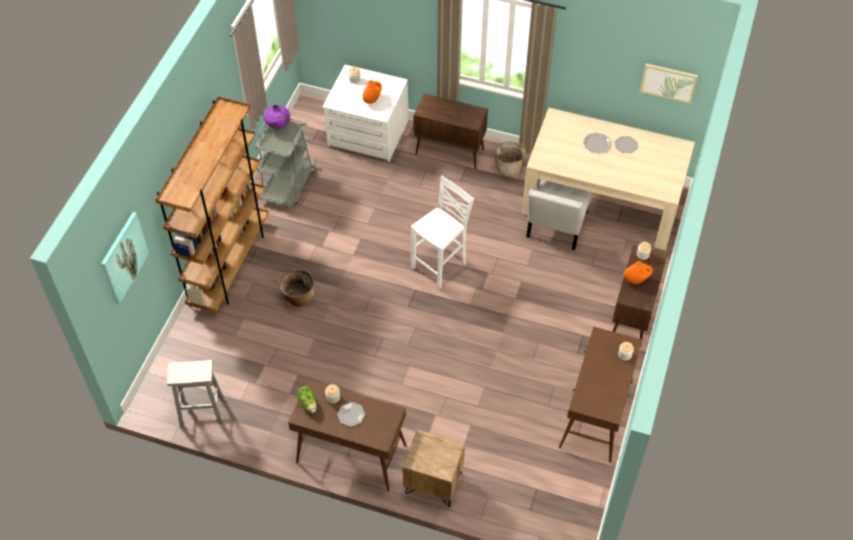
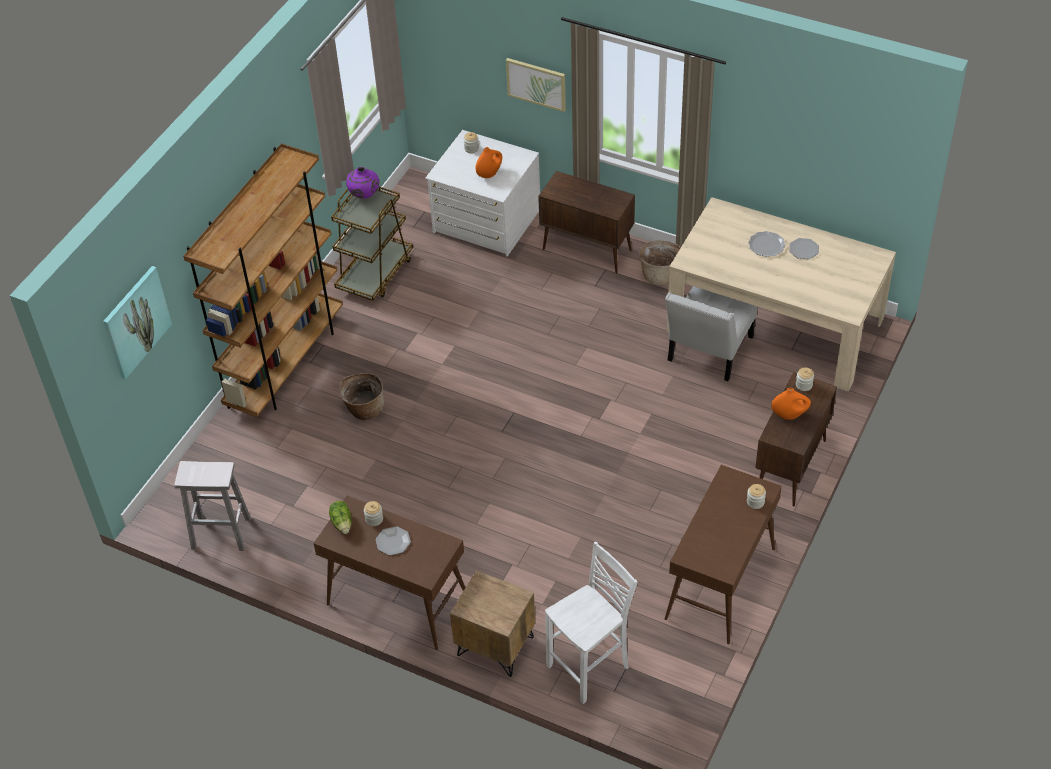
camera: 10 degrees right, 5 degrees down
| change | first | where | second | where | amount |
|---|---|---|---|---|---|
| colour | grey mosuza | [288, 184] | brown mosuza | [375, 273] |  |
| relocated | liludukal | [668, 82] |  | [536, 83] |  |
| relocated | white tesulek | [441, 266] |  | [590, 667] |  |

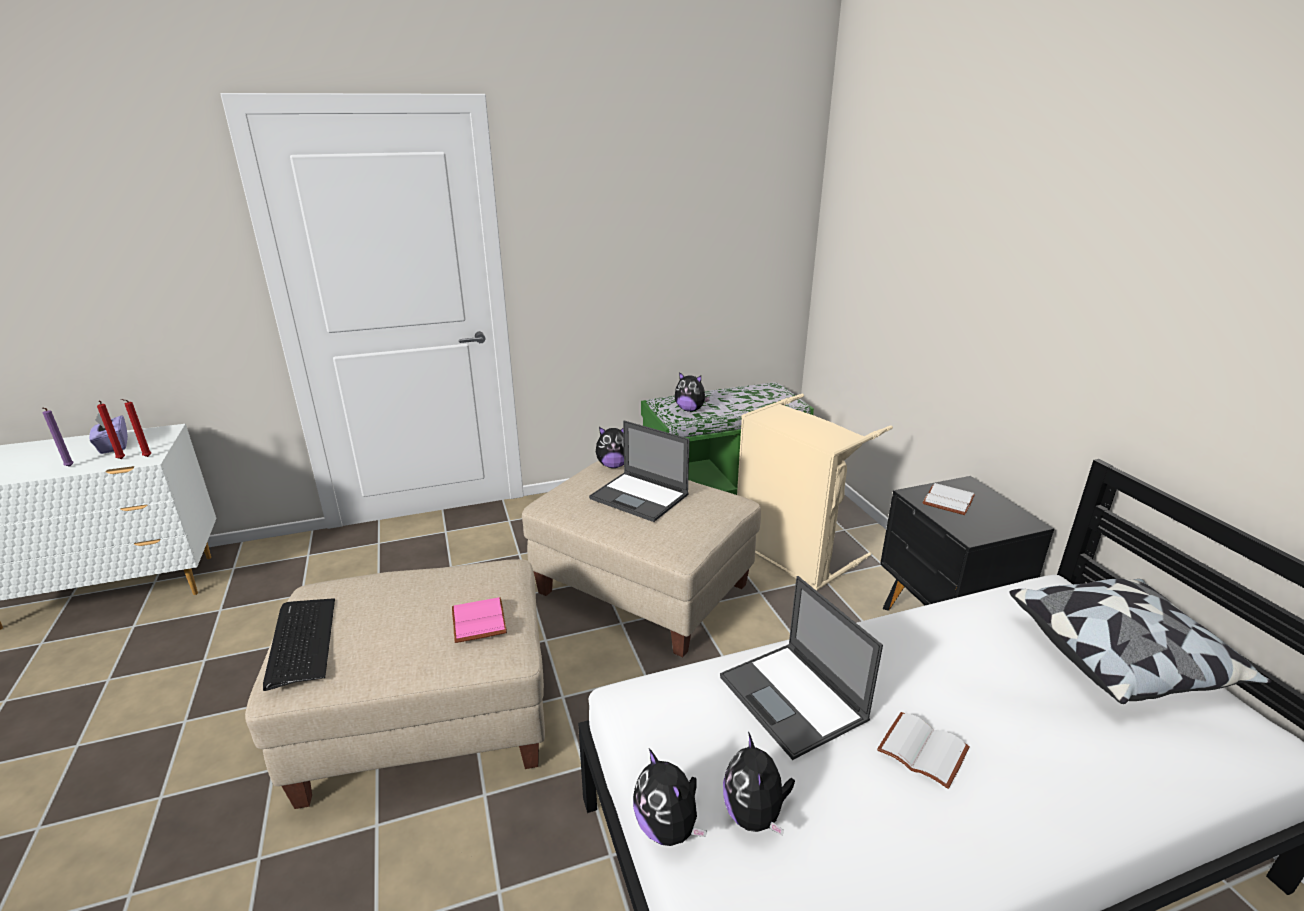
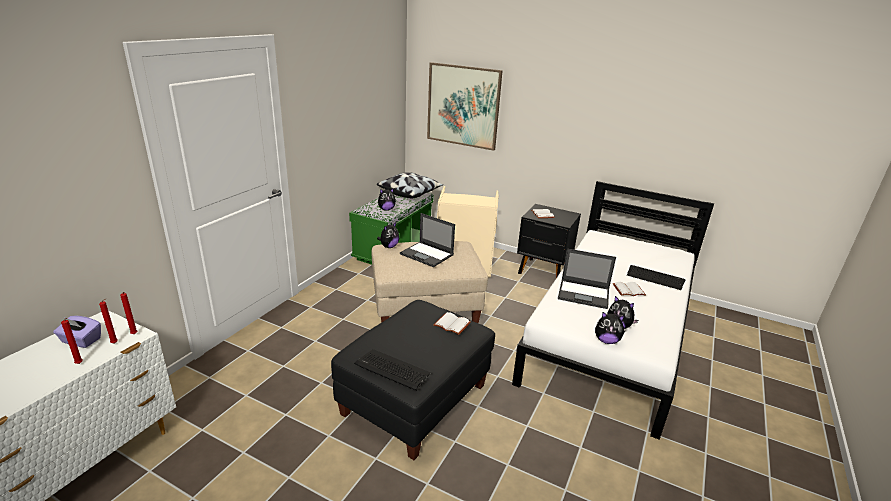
camera: 45 degrees left, 0 degrees up
| change | first | where | second | where | amount |
|---|---|---|---|---|---|
| colour | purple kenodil | [69, 467] | red kenodil | [80, 364] |  |
| colour | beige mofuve | [427, 722] | black mofuve | [415, 400] |  |
| relocated | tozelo | [1121, 656] |  | [410, 193] |  |
| spun | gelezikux | [640, 497] |  | [427, 254] | 45 degrees clockwise |
| appeared |  |  | liludukal | [463, 106] |  |
| colour | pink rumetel | [477, 621] | white rumetel | [451, 325] |  |
| appeared |  |  | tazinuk | [655, 278] |  |

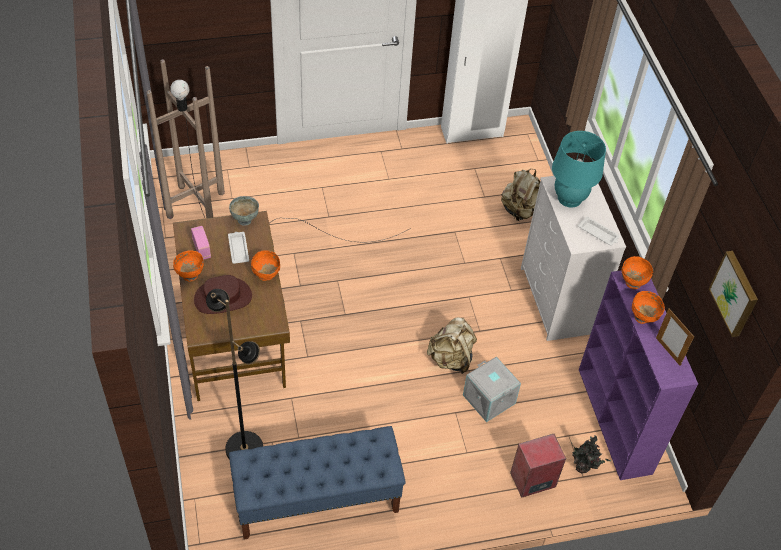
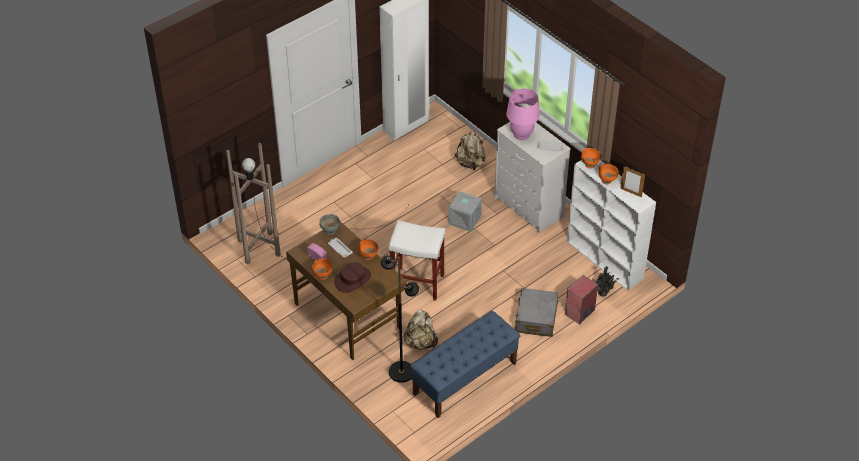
camera: 25 degrees left, 5 degrees down
| change | first | where | second | where | amount |
|---|---|---|---|---|---|
| appeared |  |  | white tesulek | [418, 283] |  |
| relocated | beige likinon | [451, 358] |  | [420, 342] |  |
| relocated | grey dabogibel | [488, 399] |  | [464, 220] |  |
| colour | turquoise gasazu | [569, 198] | pink gasazu | [521, 134] |  |
| appeared |  |  | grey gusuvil | [536, 318] |  |
| colour | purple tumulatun | [615, 421] | white tumulatun | [605, 260] |  |
| missing | liludukal | [735, 293] |  |  |  |

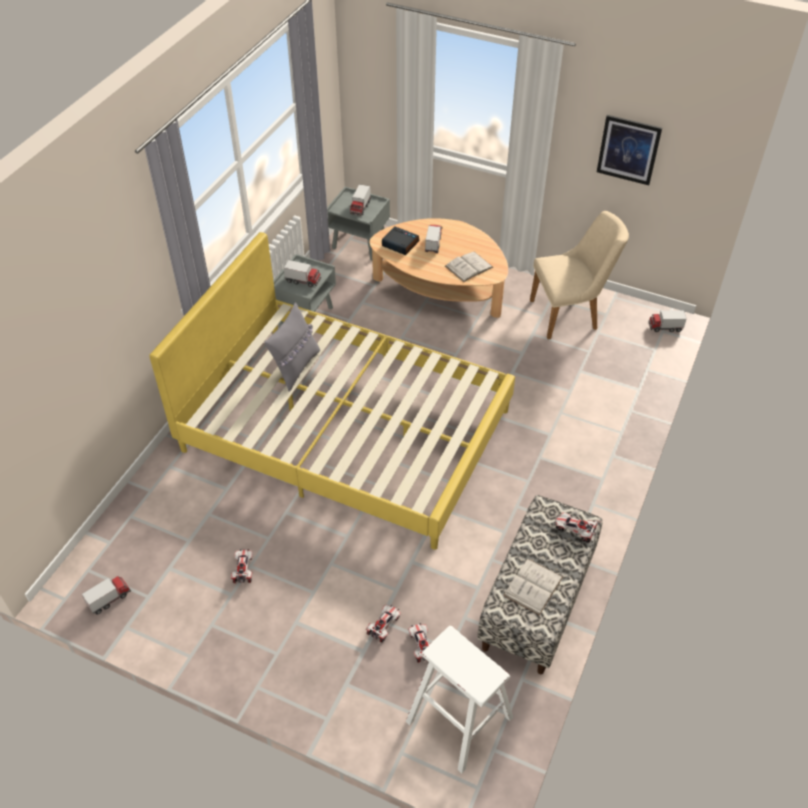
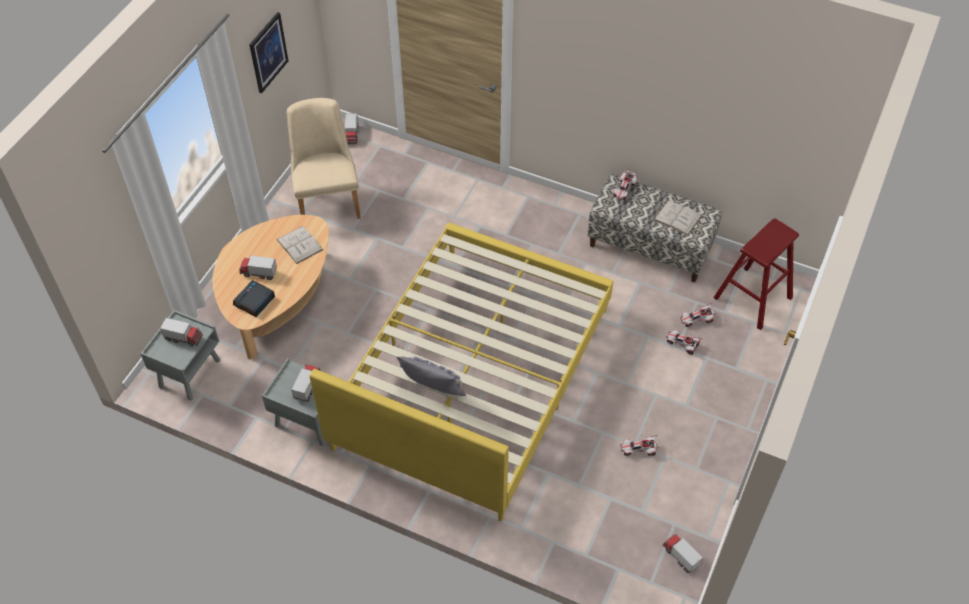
camera: 90 degrees left, 5 degrees up
| change | first | where | second | where | amount |
|---|---|---|---|---|---|
| colour | white tesulek | [459, 719] | red tesulek | [753, 297] |  |

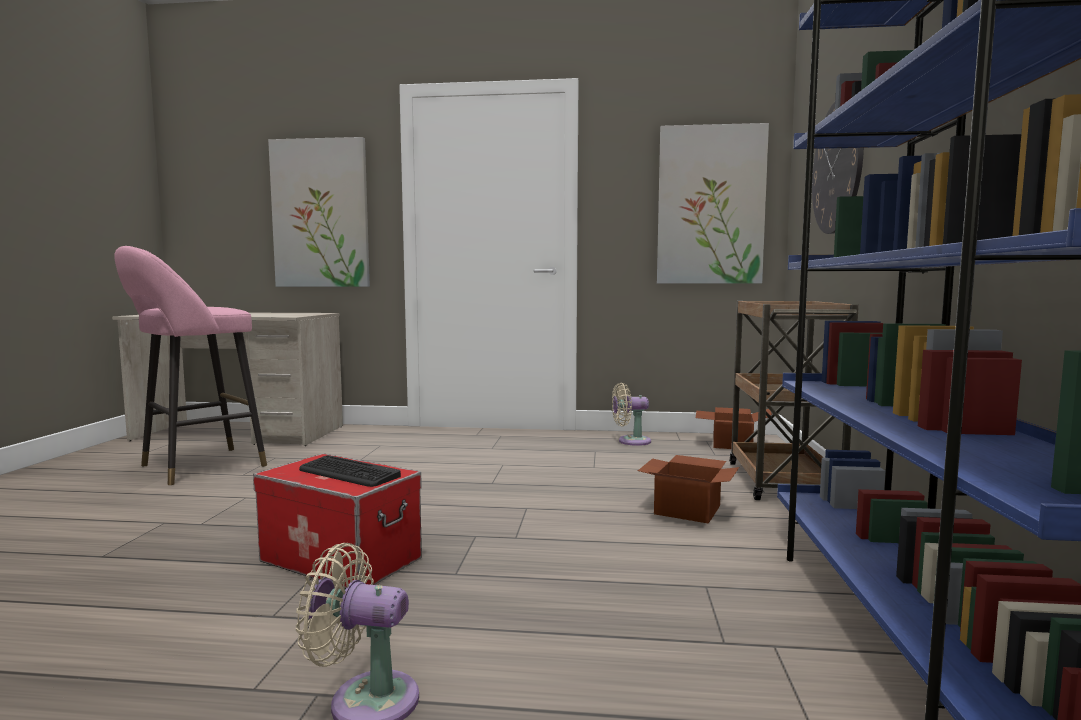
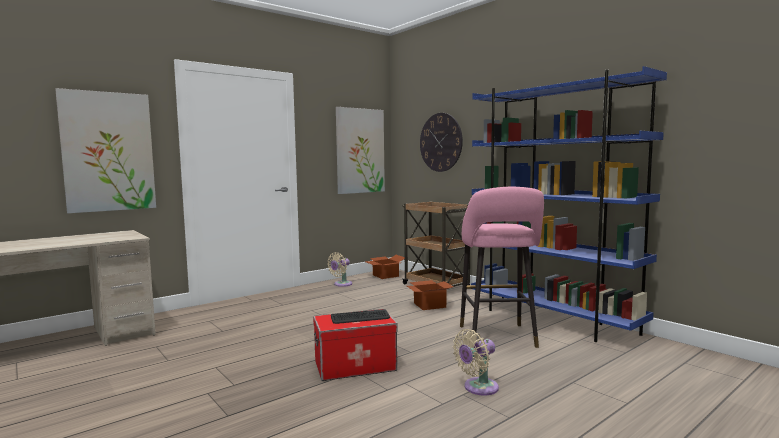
camera: 45 degrees left, 0 degrees up
| change | first | where | second | where | amount |
|---|---|---|---|---|---|
| relocated | pink tesulek | [196, 467] |  | [498, 338] |  |

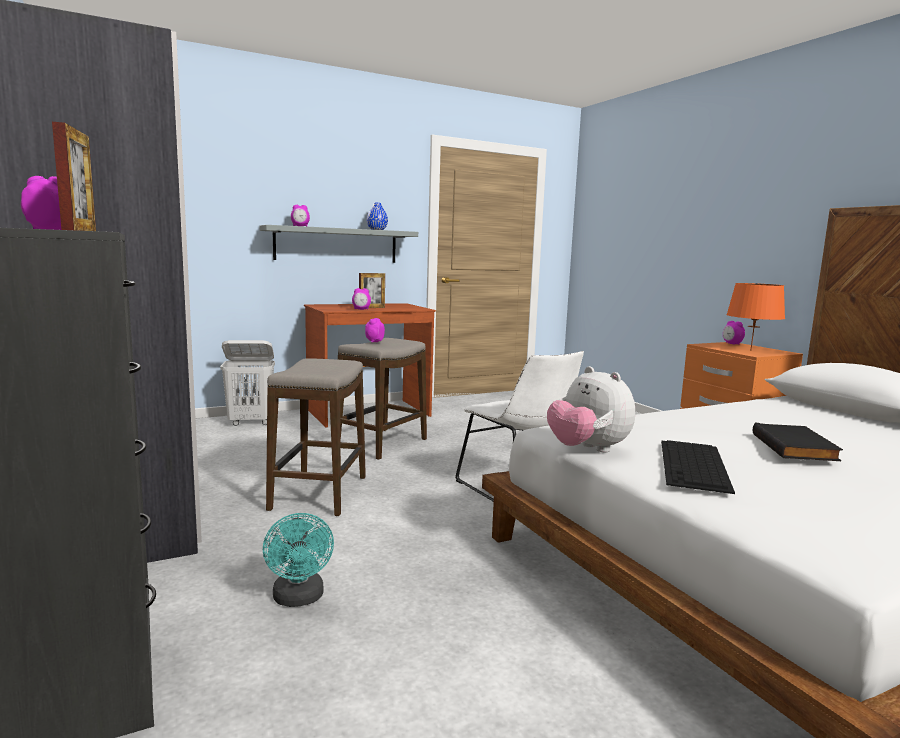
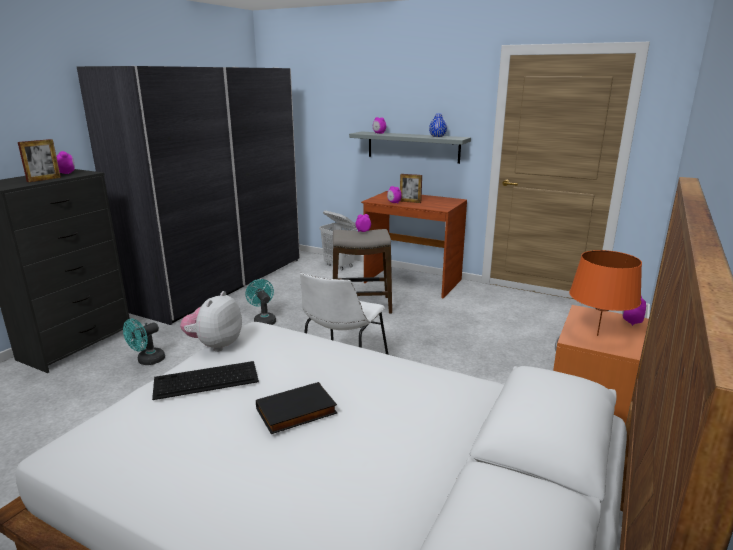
camera: 55 degrees right, 10 degrees up
| change | first | where | second | where | amount |
|---|---|---|---|---|---|
| exchanged | tesulek | [320, 493] | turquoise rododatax | [263, 320] |  |

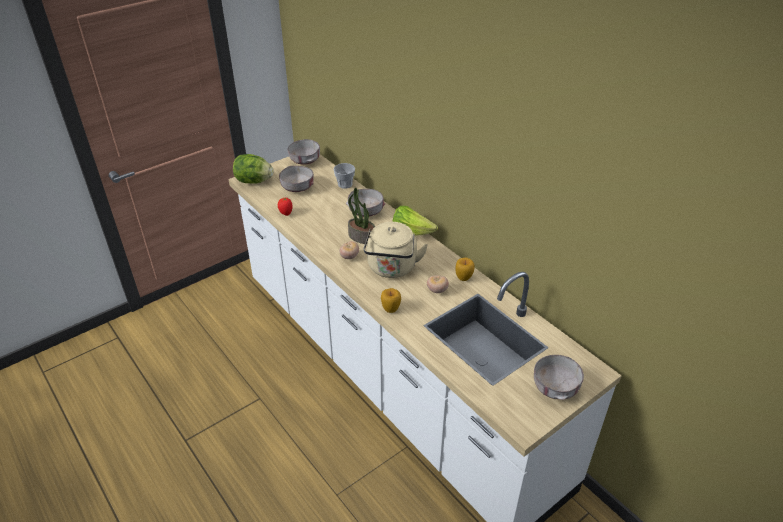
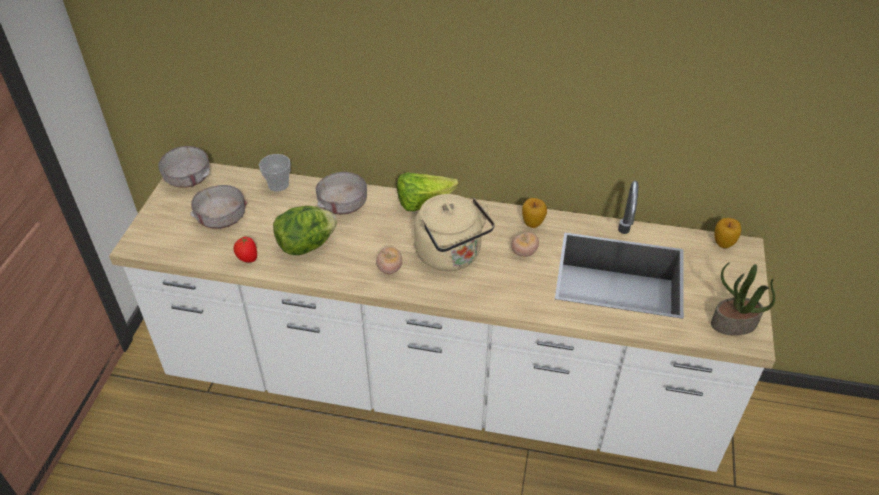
camera: 40 degrees left, 5 degrees up
| change | first | where | second | where | amount |
|---|---|---|---|---|---|
| relocated | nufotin | [253, 181] |  | [306, 245] |  |
| relocated | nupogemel | [361, 237] |  | [733, 324] |  |
| relocated | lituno | [391, 309] |  | [723, 243] |  |
| missing | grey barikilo | [555, 386] |  |  |  |

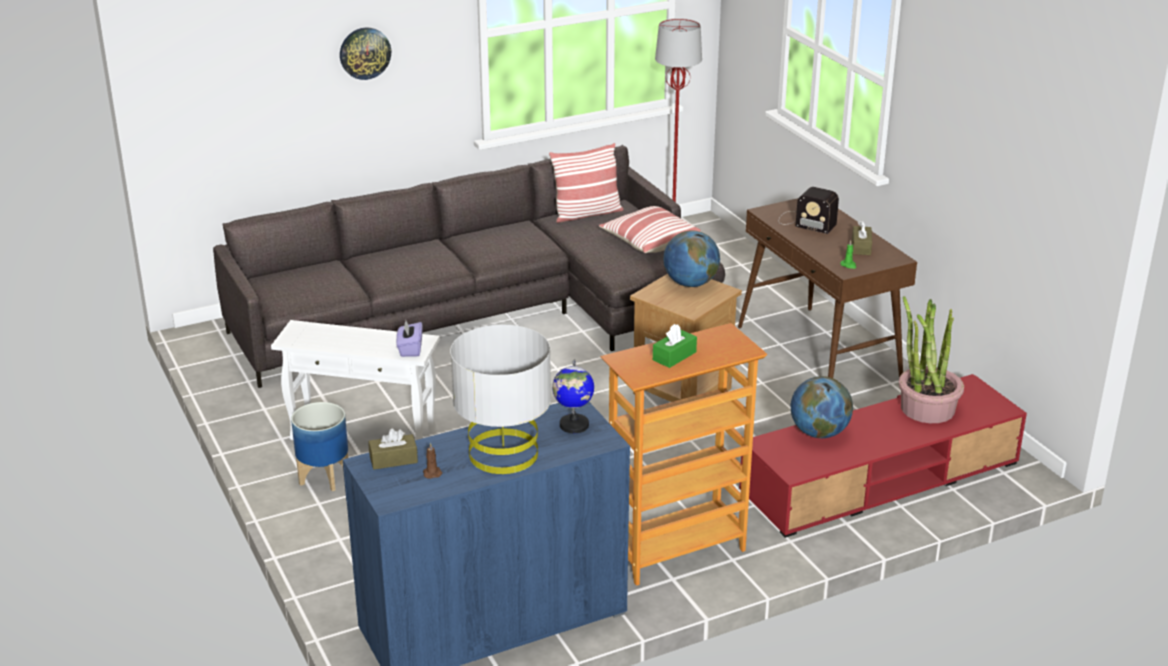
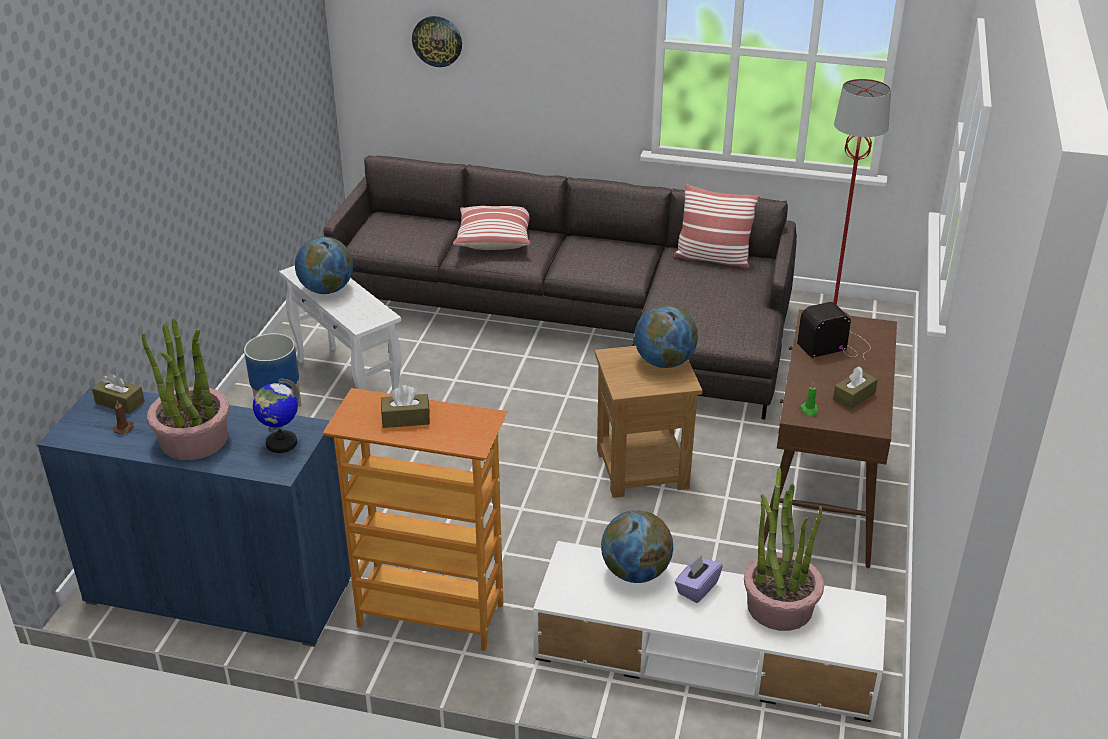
camera: 40 degrees right, 5 degrees up
| change | first | where | second | where | amount |
|---|---|---|---|---|---|
| exchanged | grey gasazu | [504, 454] | nupogemel | [194, 440] |  |
| appeared |  |  | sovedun | [326, 290] |  |
| colour | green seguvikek | [674, 356] | brown seguvikek | [406, 419] |  |
| relocated | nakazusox | [365, 53] |  | [437, 41] |  |
| relocated | tozelo | [648, 241] |  | [493, 238] |  |
| colour | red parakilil | [880, 478] | white parakilil | [705, 654] |  |
| relocated | purple seguvikek | [410, 349] |  | [697, 588] |  |
| spun | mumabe | [804, 222] |  | [836, 345] | 90 degrees clockwise |

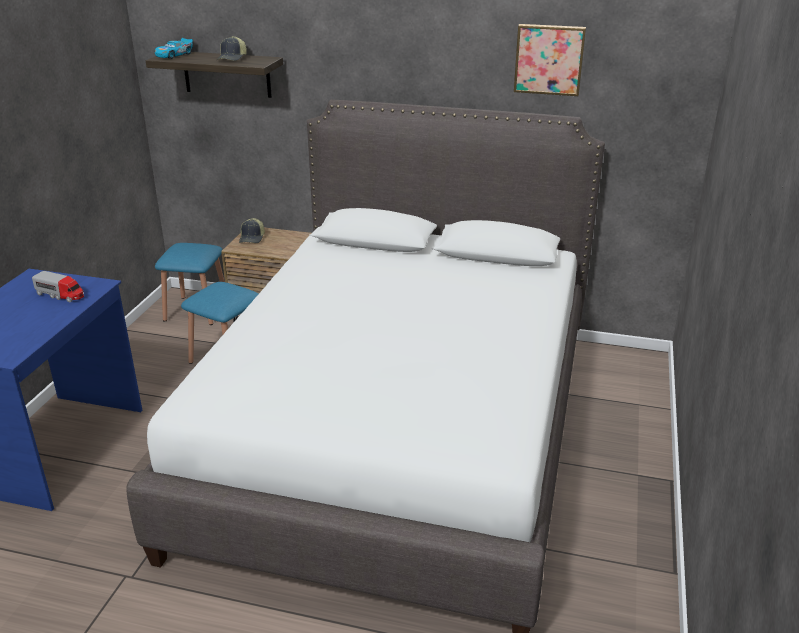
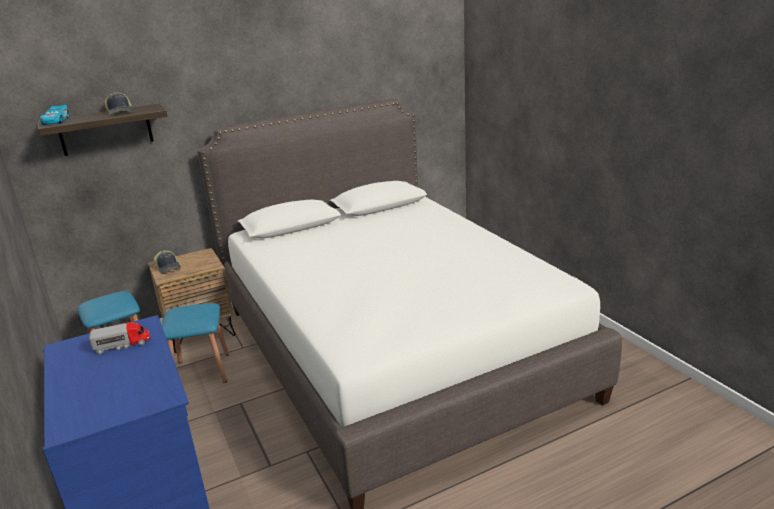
camera: 40 degrees left, 5 degrees down
| change | first | where | second | where | amount |
|---|---|---|---|---|---|
| missing | liludukal | [549, 59] |  |  |  |

